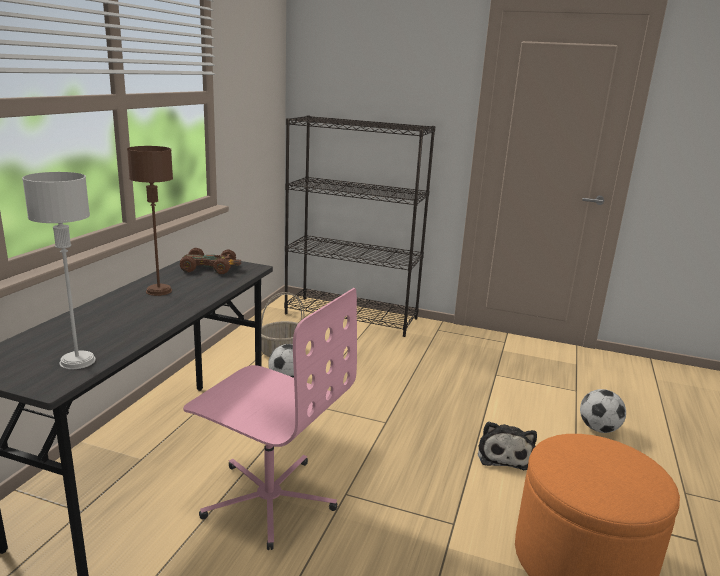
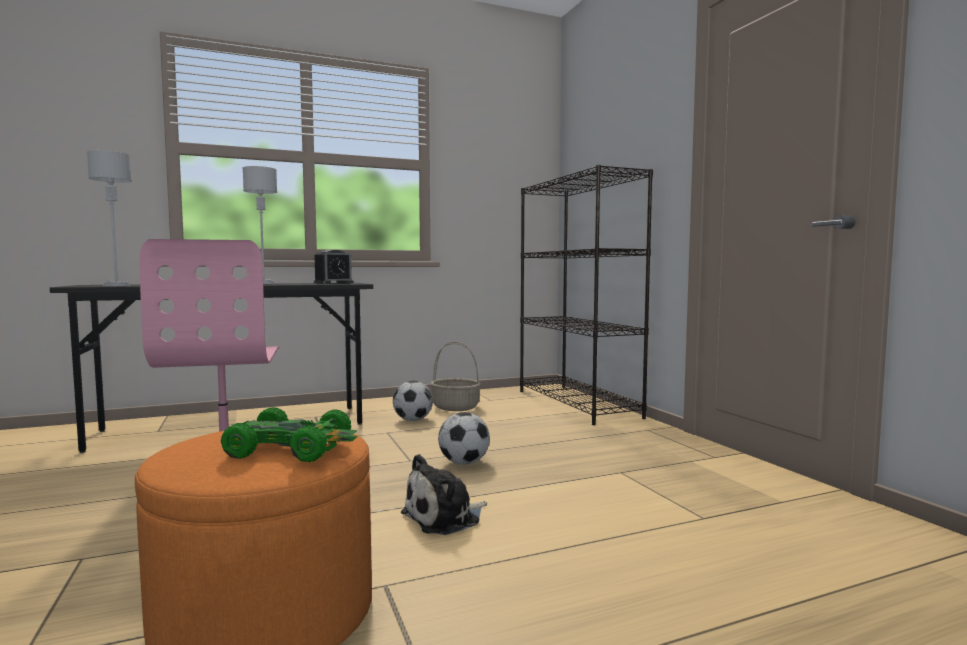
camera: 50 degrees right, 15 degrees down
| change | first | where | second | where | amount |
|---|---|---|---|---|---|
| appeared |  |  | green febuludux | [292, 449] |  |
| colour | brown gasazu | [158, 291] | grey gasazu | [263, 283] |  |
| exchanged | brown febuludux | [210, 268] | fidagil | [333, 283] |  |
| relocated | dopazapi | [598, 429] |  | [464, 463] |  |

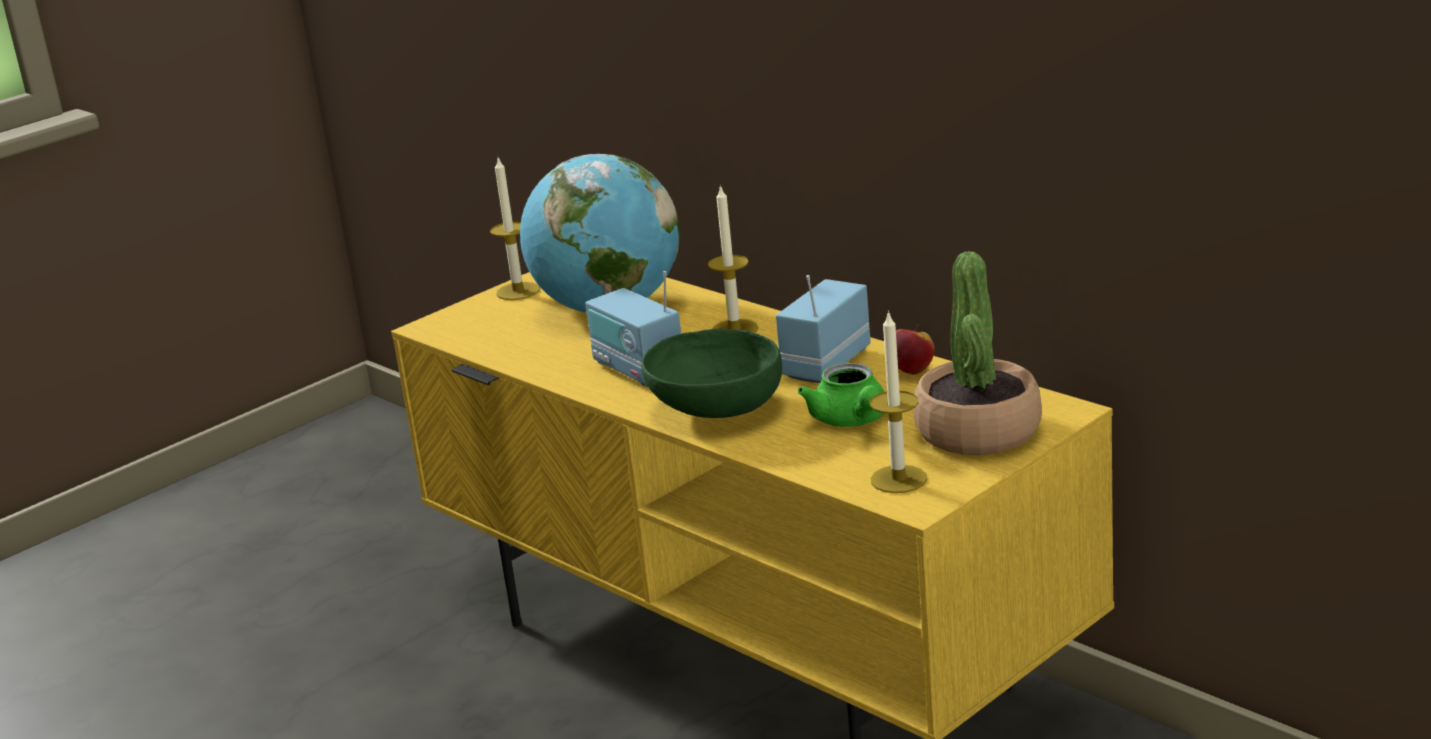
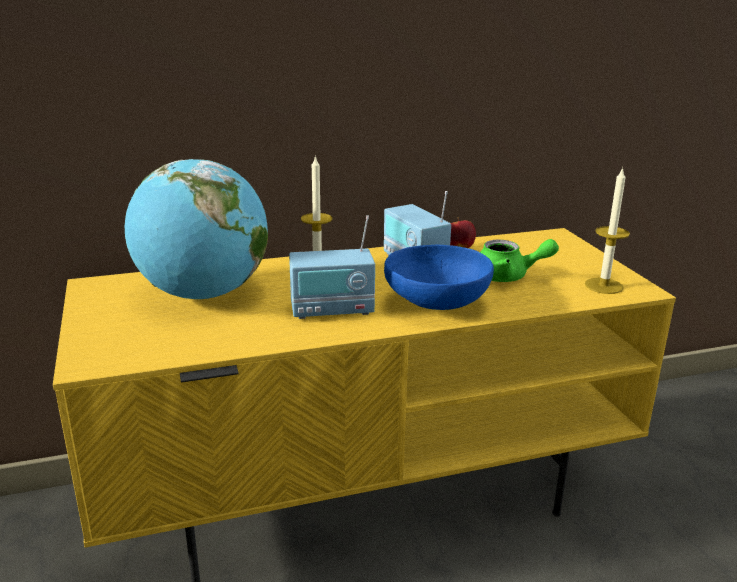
camera: 65 degrees left, 0 degrees up
| change | first | where | second | where | amount |
|---|---|---|---|---|---|
| colour | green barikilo | [715, 409] | blue barikilo | [436, 305] |  |
| missing | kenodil | [518, 291] |  |  |  |
| missing | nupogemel | [978, 431] |  |  |  |

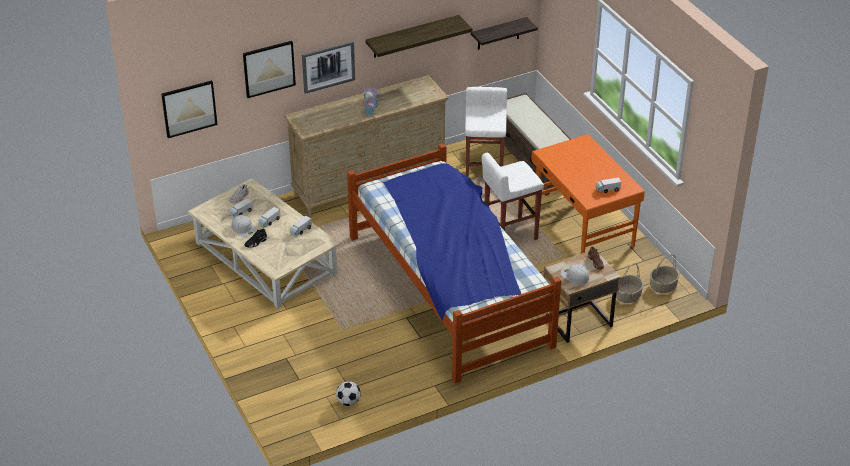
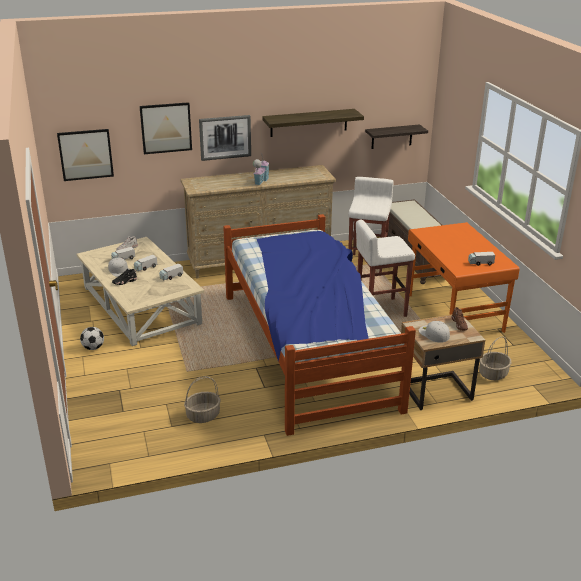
camera: 10 degrees right, 10 degrees down
| change | first | where | second | where | amount |
|---|---|---|---|---|---|
| relocated | dopazapi | [348, 402] |  | [93, 348] |  |
| relocated | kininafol | [663, 286] |  | [203, 415] |  |

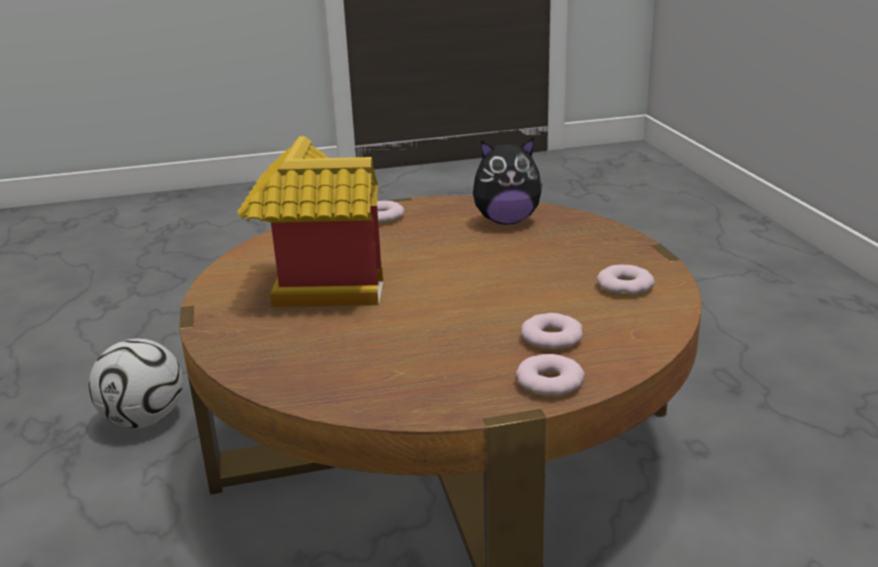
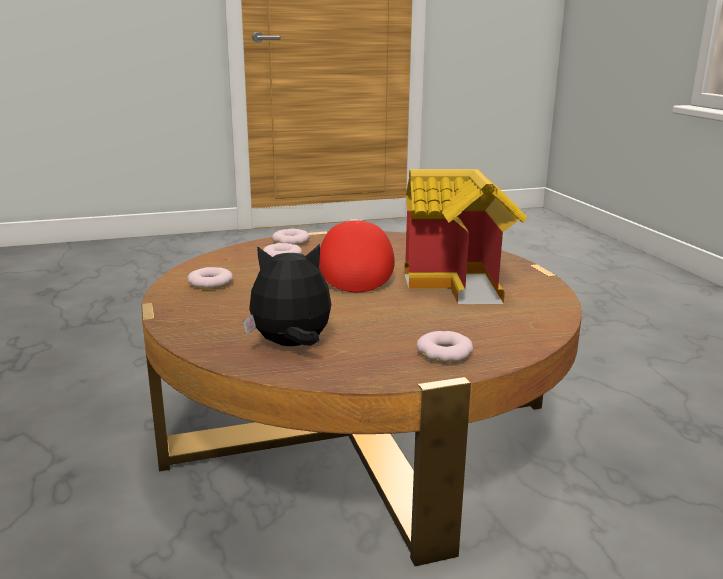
camera: 175 degrees right, 5 degrees down
| change | first | where | second | where | amount |
|---|---|---|---|---|---|
| appeared |  |  | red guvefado | [354, 276] |  |
| missing | dopazapi | [145, 419] |  |  |  |

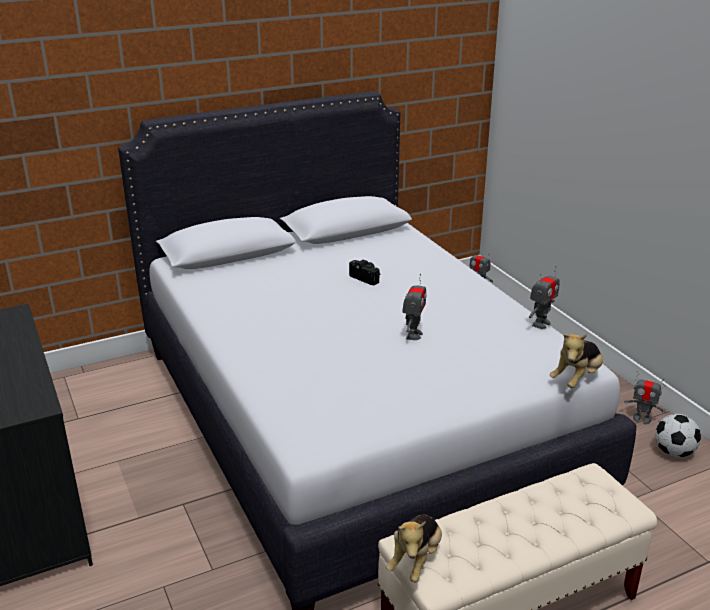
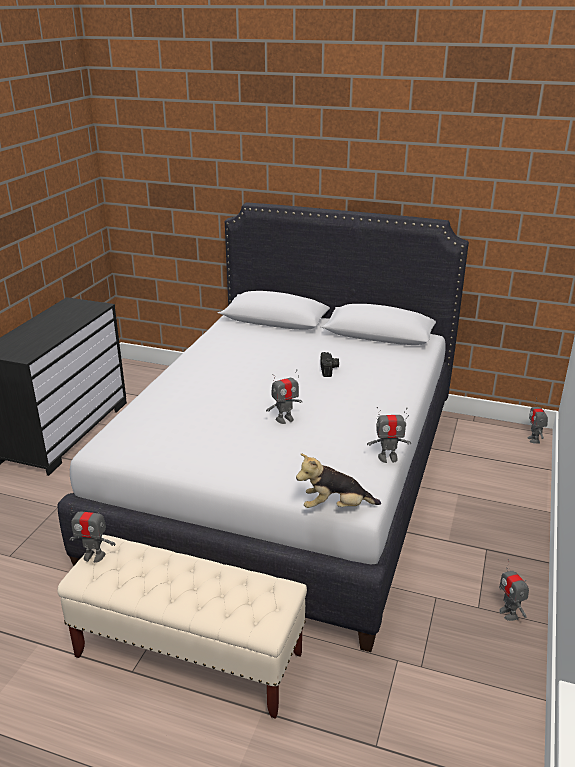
camera: 45 degrees right, 0 degrees up
| change | first | where | second | where | amount |
|---|---|---|---|---|---|
| exchanged | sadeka | [415, 559] | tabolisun | [94, 556] |  |
| missing | dopazapi | [673, 452] |  |  |  |

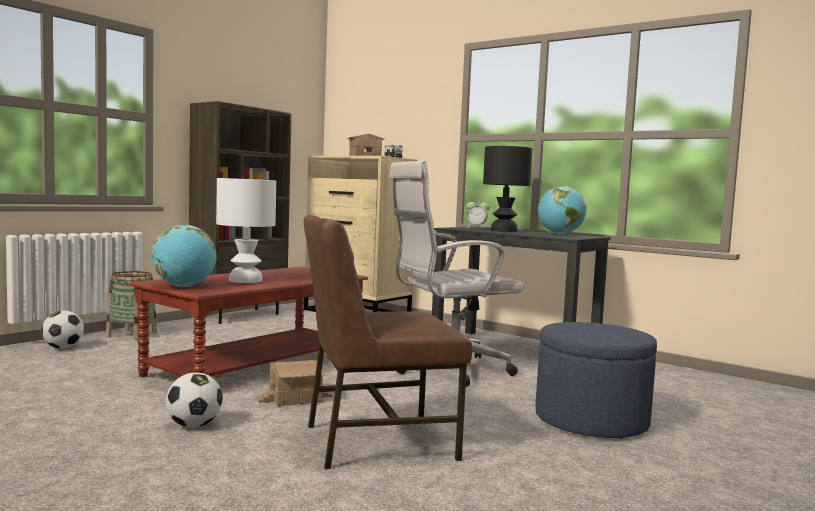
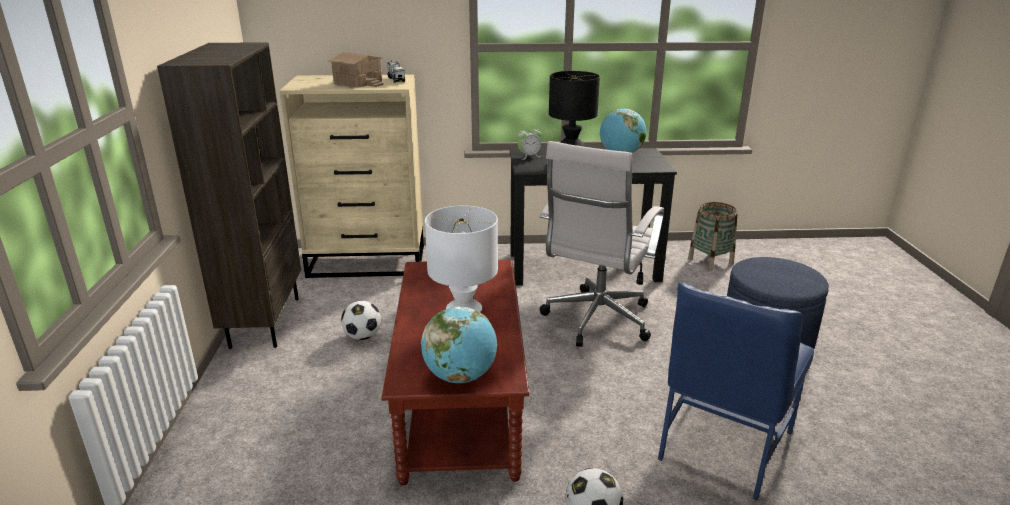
camera: 40 degrees left, 20 degrees up
| change | first | where | second | where | amount |
|---|---|---|---|---|---|
| relocated | dopazapi | [63, 347] |  | [363, 336] |  |
| colour | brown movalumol | [376, 441] | blue movalumol | [722, 445] |  |
| relocated | kininafol | [131, 335] |  | [710, 261] |  |
| missing | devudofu | [294, 397] |  |  |  |

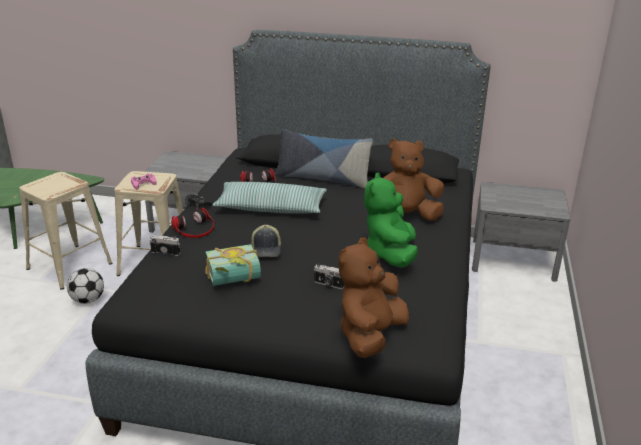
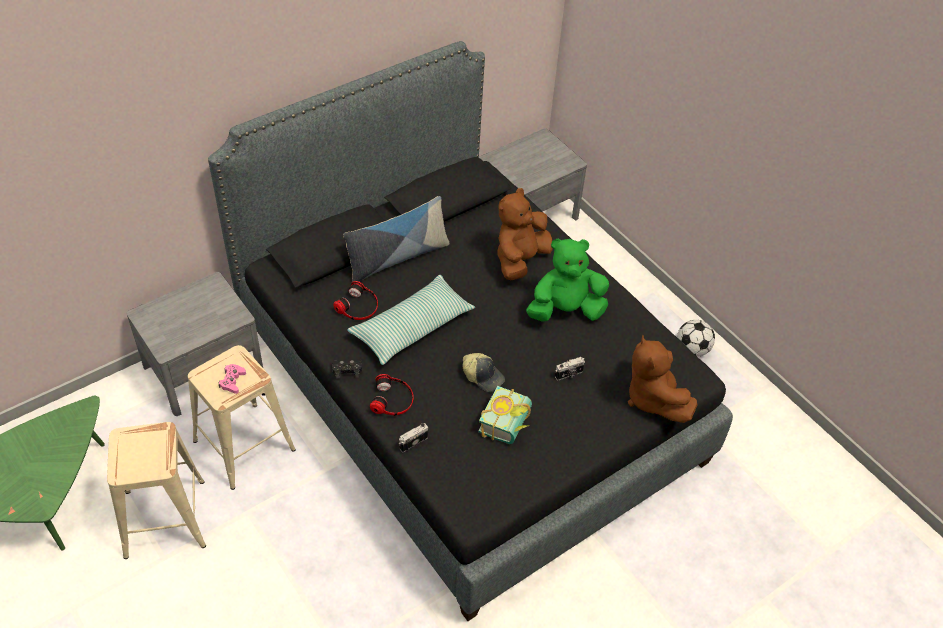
camera: 50 degrees left, 20 degrees up
| change | first | where | second | where | amount |
|---|---|---|---|---|---|
| spun | green sadeka | [390, 254] |  | [565, 310] | 120 degrees clockwise |
| relocated | dopazapi | [88, 300] |  | [692, 349] |  |

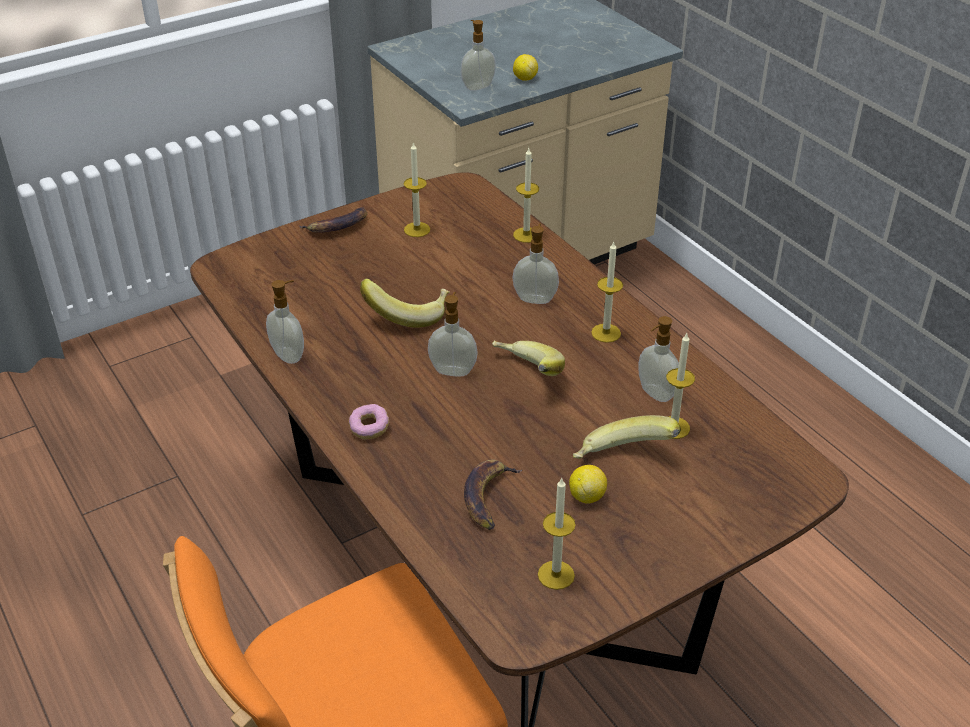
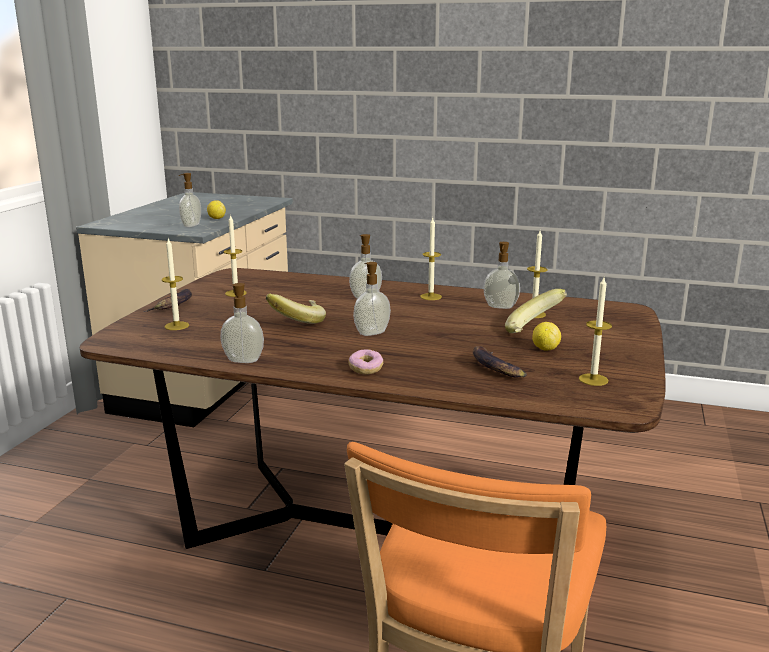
camera: 40 degrees left, 20 degrees down
| change | first | where | second | where | amount |
|---|---|---|---|---|---|
| relocated | kenodil | [526, 235] |  | [176, 326] |  |
| missing | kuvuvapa | [525, 375] |  |  |  |

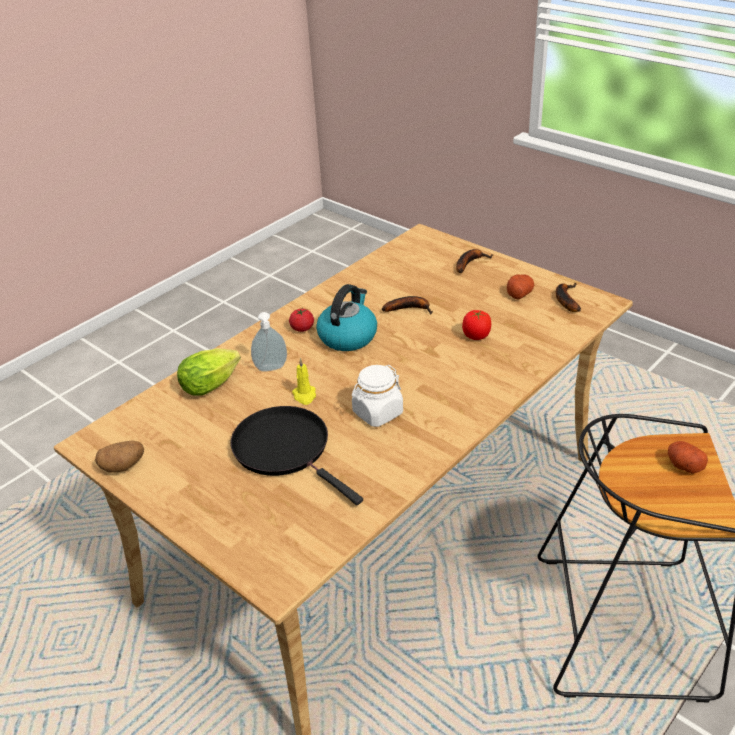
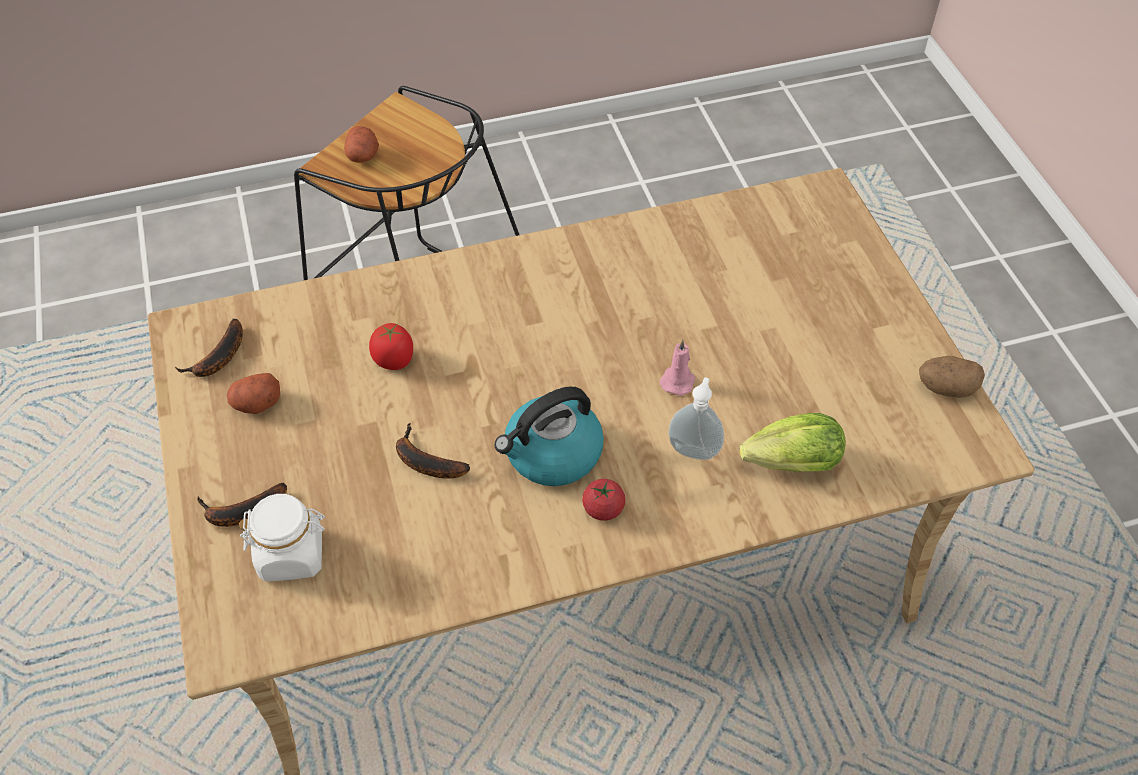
camera: 150 degrees left, 15 degrees up
| change | first | where | second | where | amount |
|---|---|---|---|---|---|
| relocated | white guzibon | [377, 413] |  | [292, 554] |  |
| colour | yellow kenodil | [304, 396] | pink kenodil | [678, 380] |  |
| missing | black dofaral | [286, 449] |  |  |  |

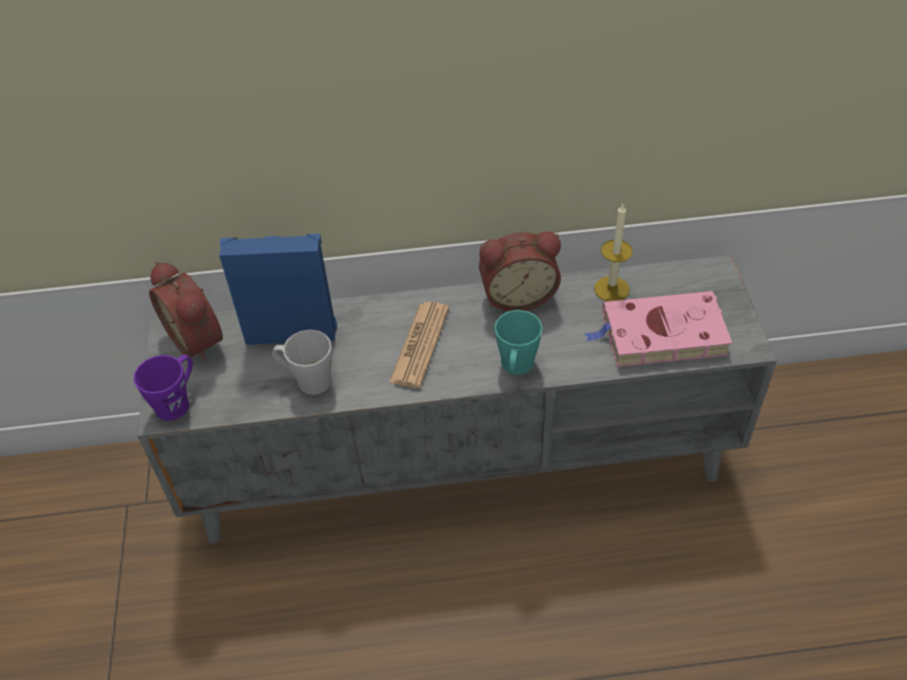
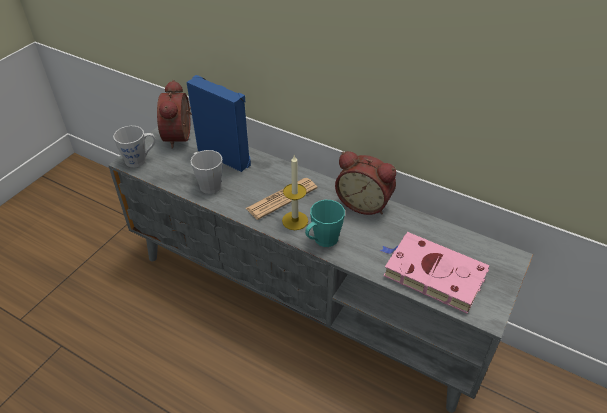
camera: 35 degrees right, 5 degrees down
| change | first | where | second | where | amount |
|---|---|---|---|---|---|
| colour | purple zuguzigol | [177, 402] | grey zuguzigol | [140, 159] |  |
| relocated | kenodil | [611, 289] |  | [295, 220] |  |

